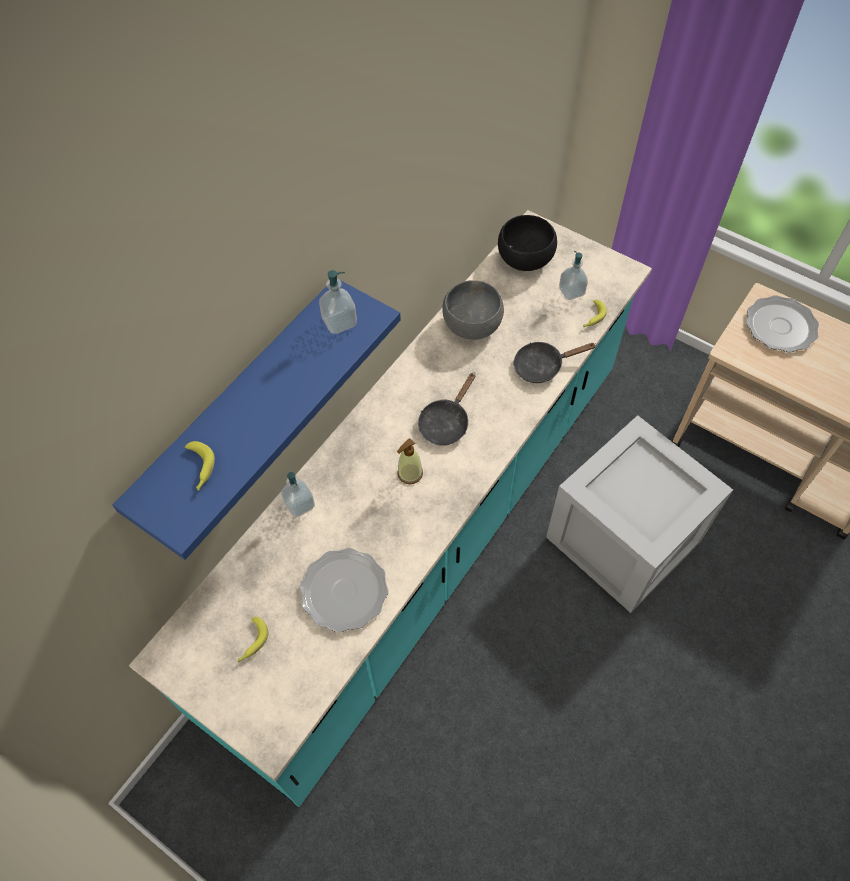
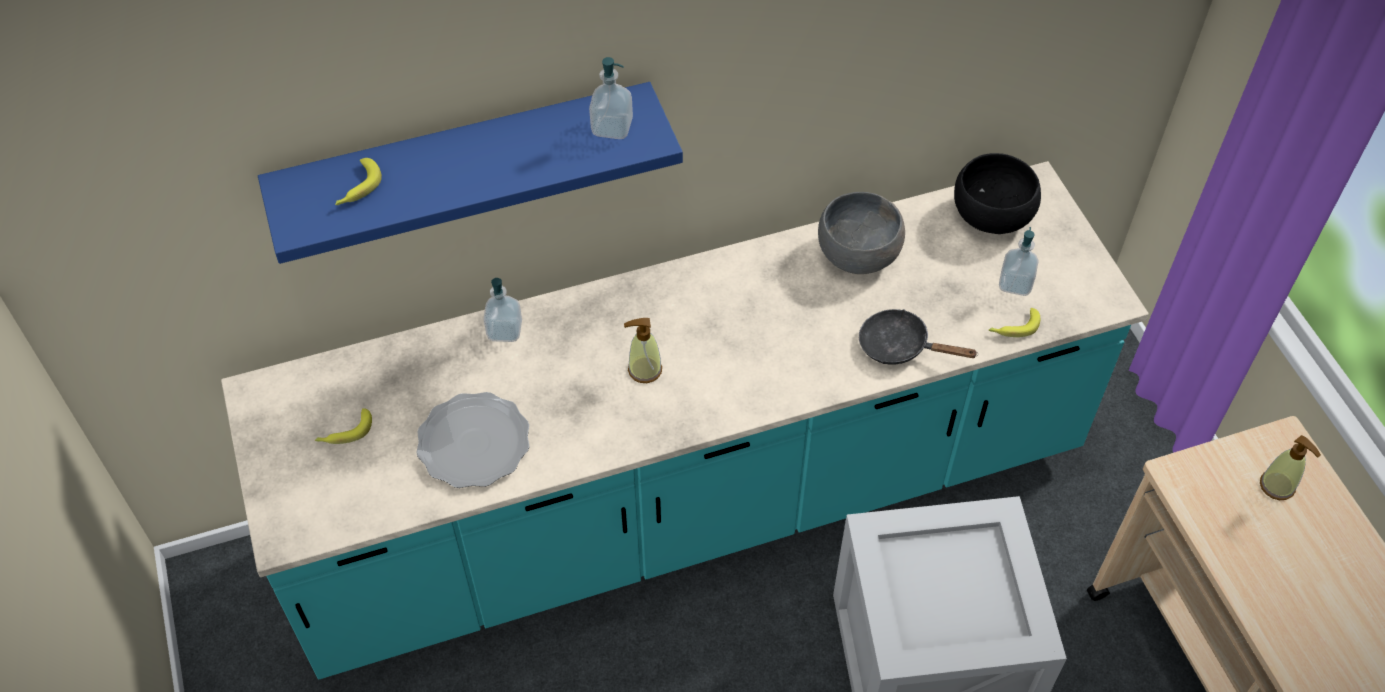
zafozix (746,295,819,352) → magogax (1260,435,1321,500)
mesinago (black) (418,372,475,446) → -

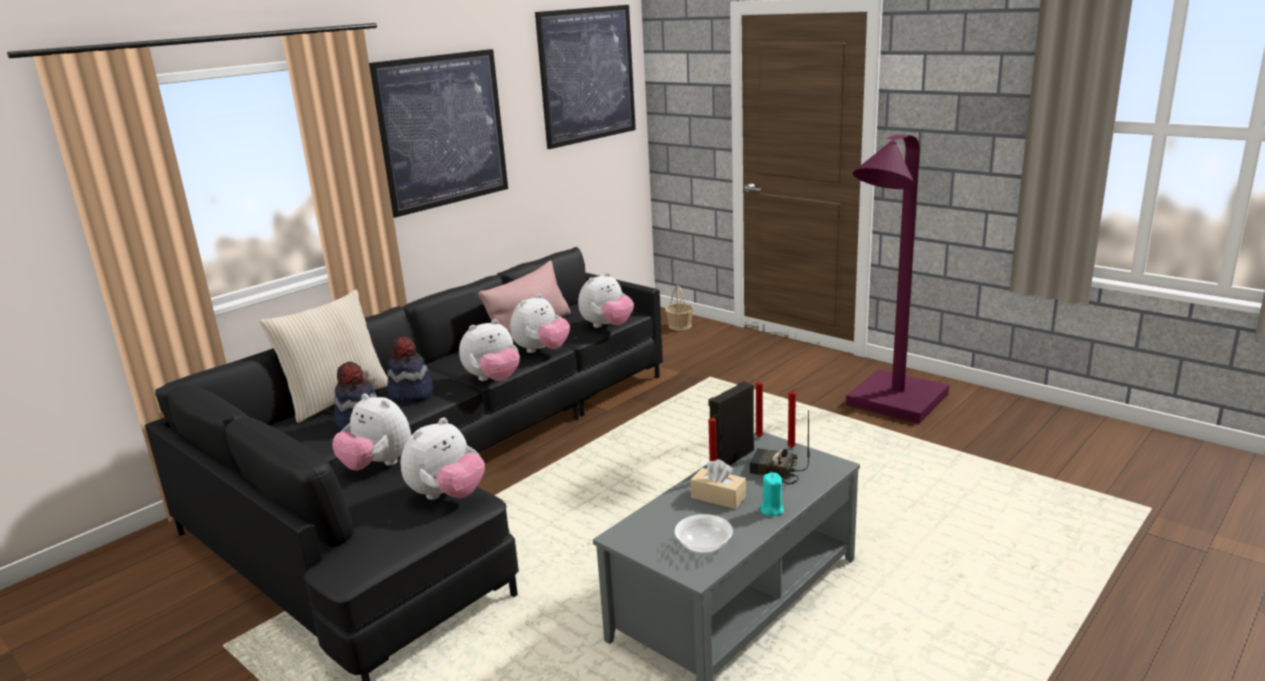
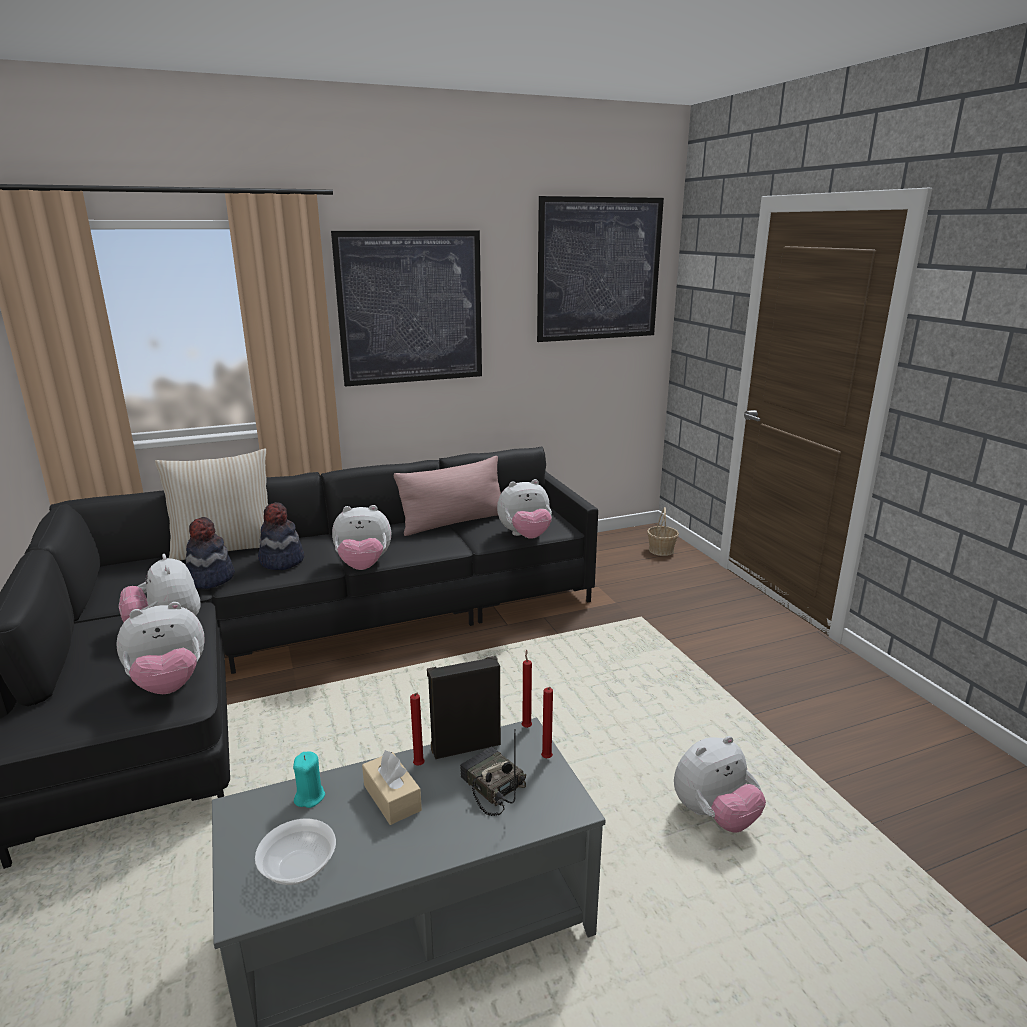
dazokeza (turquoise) (760,472,784,516) → dazokeza (turquoise) (293,752,325,808), shifted
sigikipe (510,294,570,353) → sigikipe (674,736,766,832), shifted
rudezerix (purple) (846,135,949,424) → -

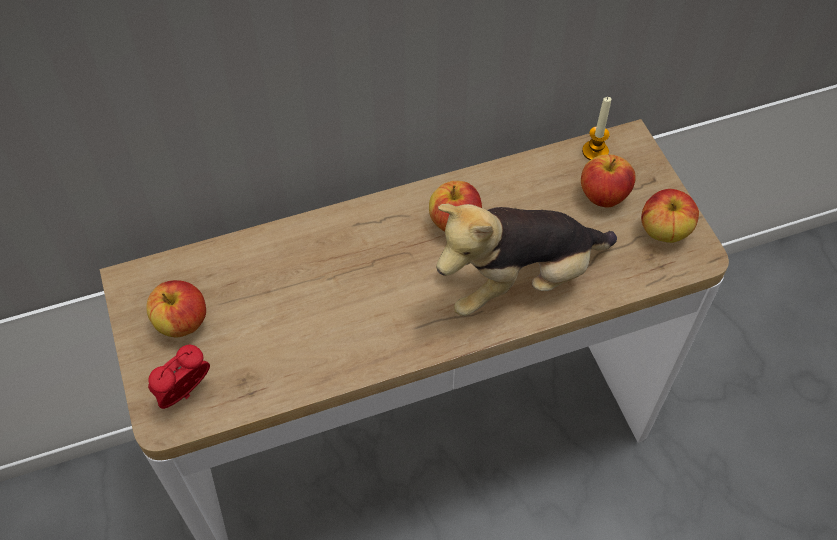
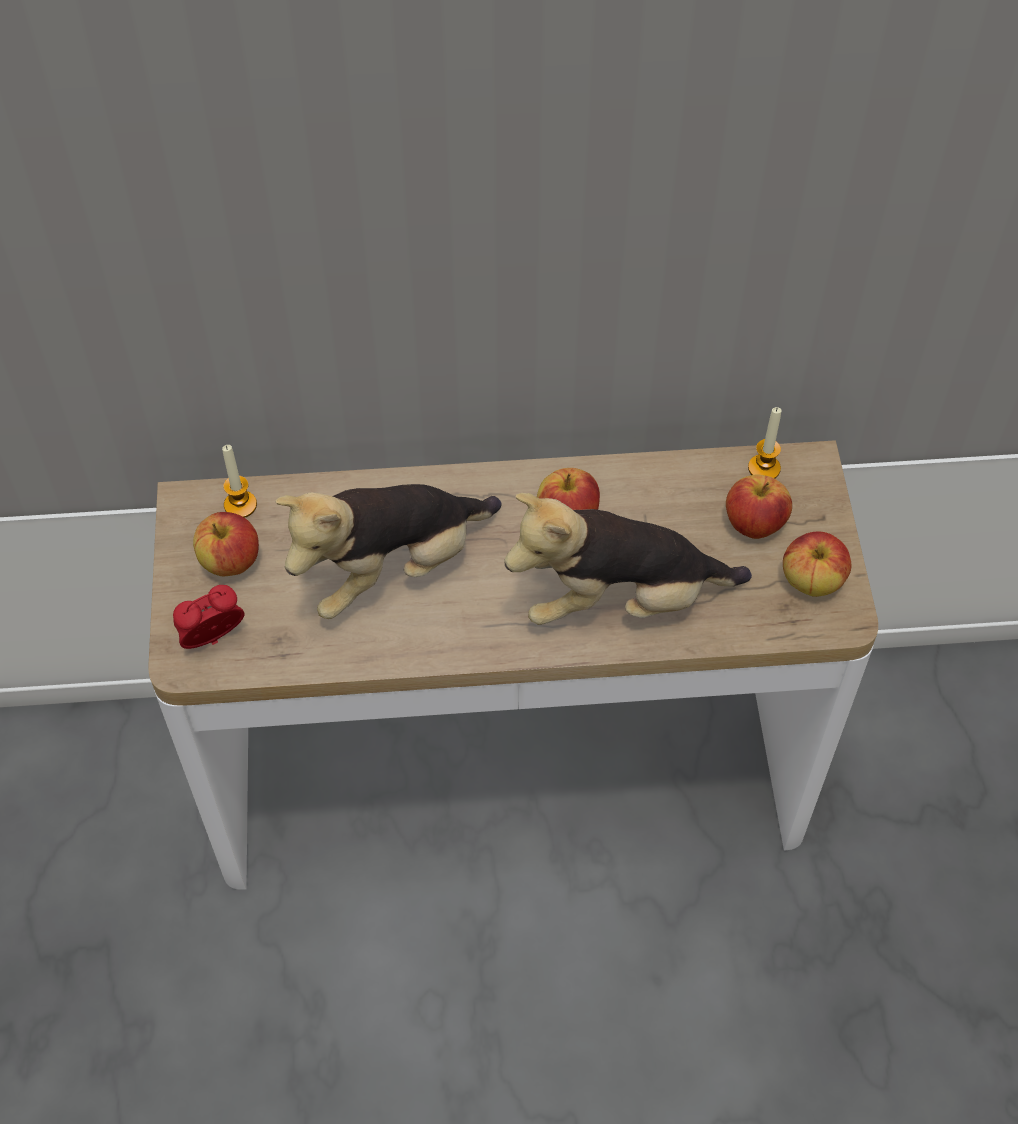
- → dazokeza (222,445,257,518)
- → sigikipe (275,484,501,619)

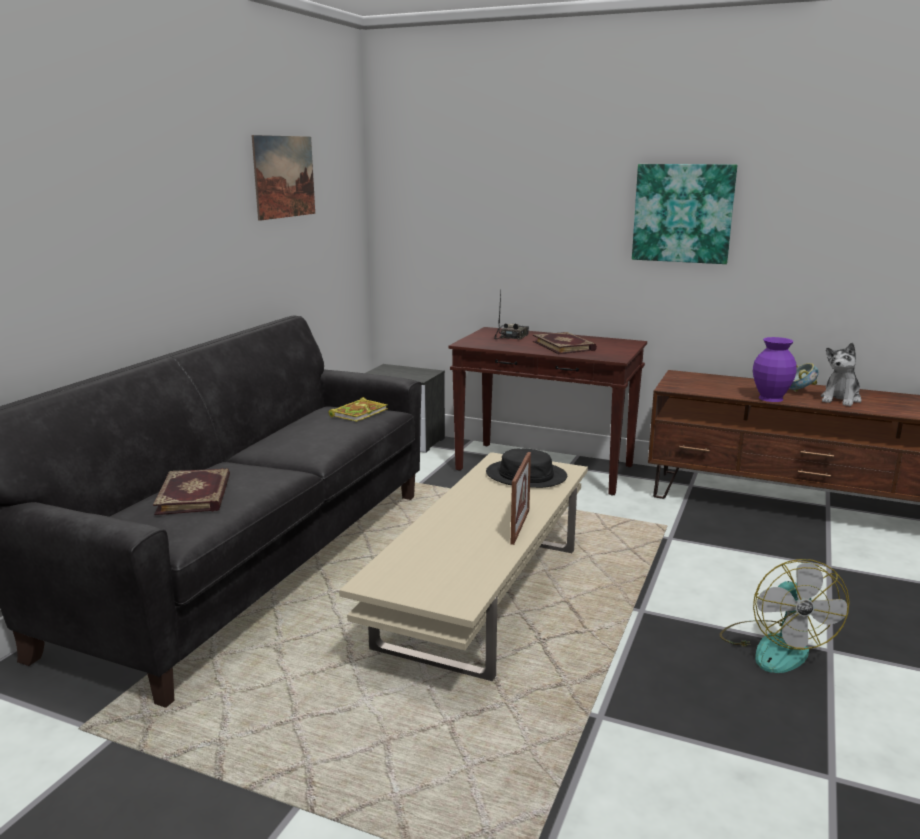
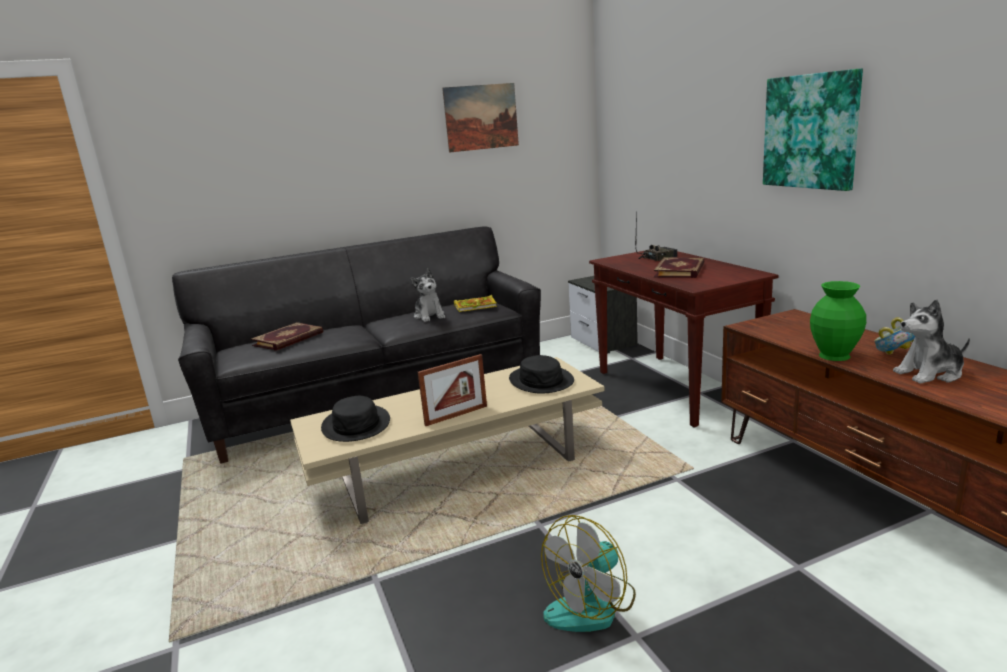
- → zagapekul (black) (321,396,390,442)
- → sigikipe (410,268,445,322)
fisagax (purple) (753,337,797,402) → fisagax (green) (810,281,866,361)

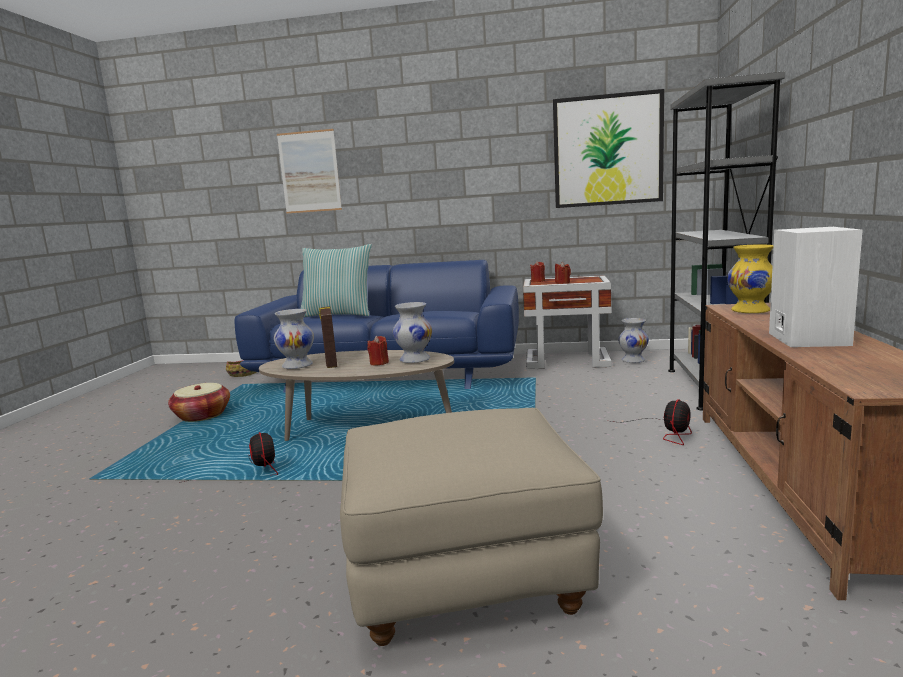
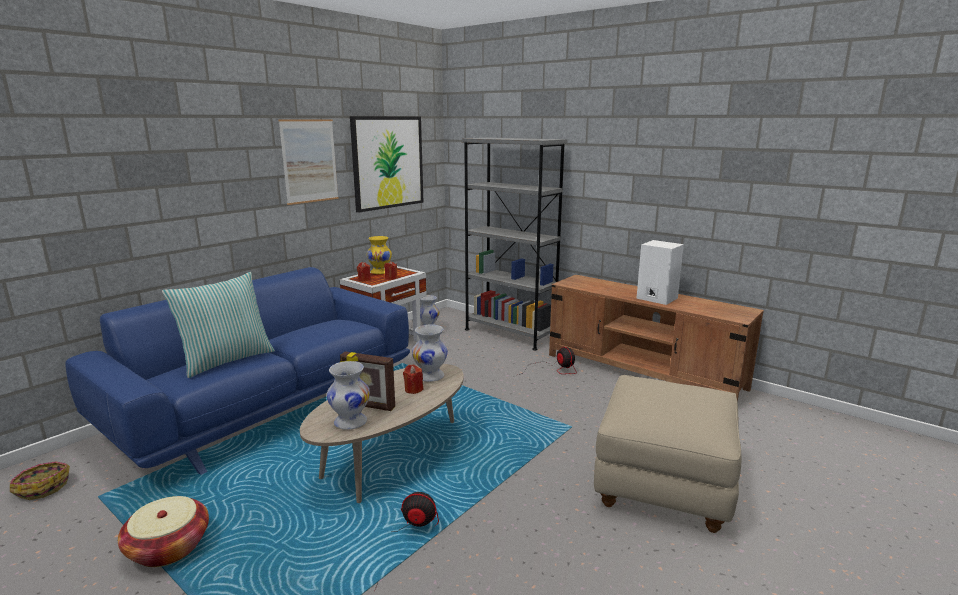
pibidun (277,129,342,214) → pibidun (278,119,338,205), shifted
fisagax (yellow) (727,245,774,313) → fisagax (yellow) (367,236,392,274), shifted

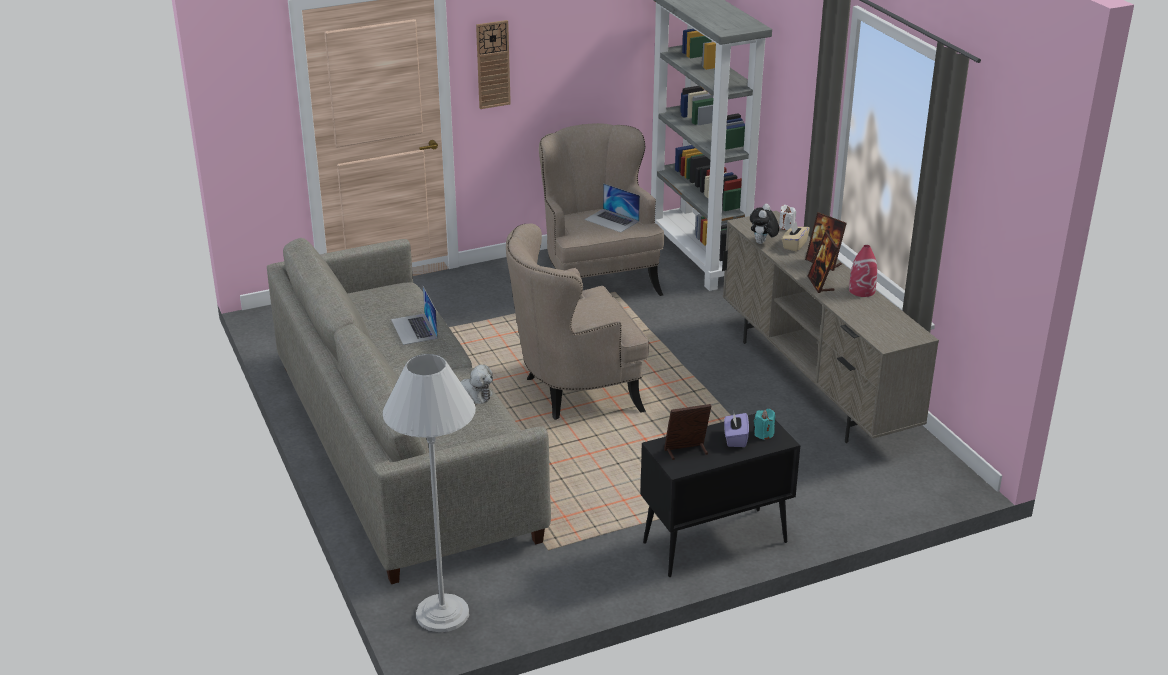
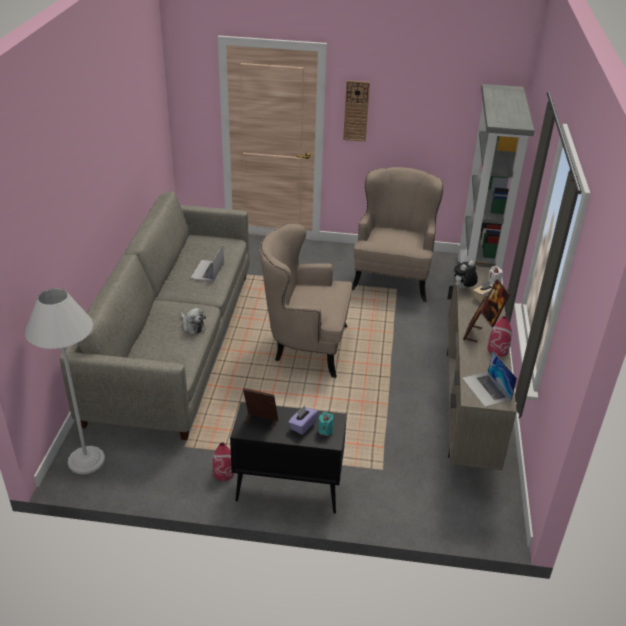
- → fisagax (red) (213,443,234,481)
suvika (584,183,640,233) → suvika (462,350,517,407), shifted

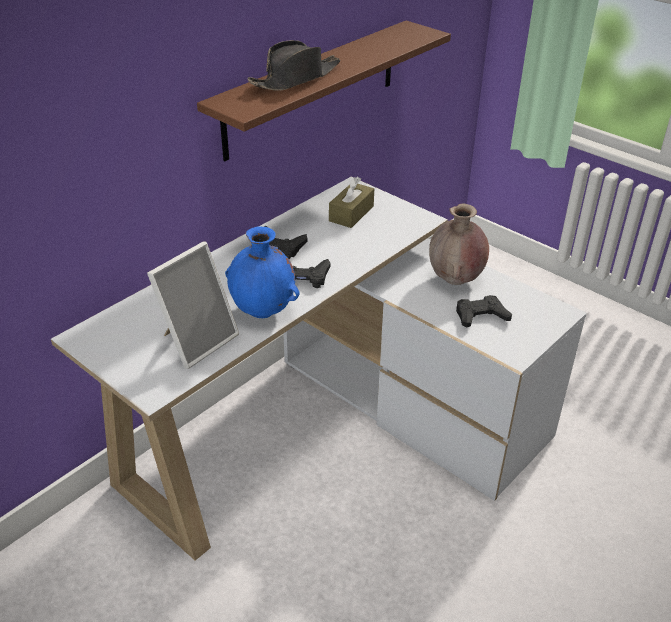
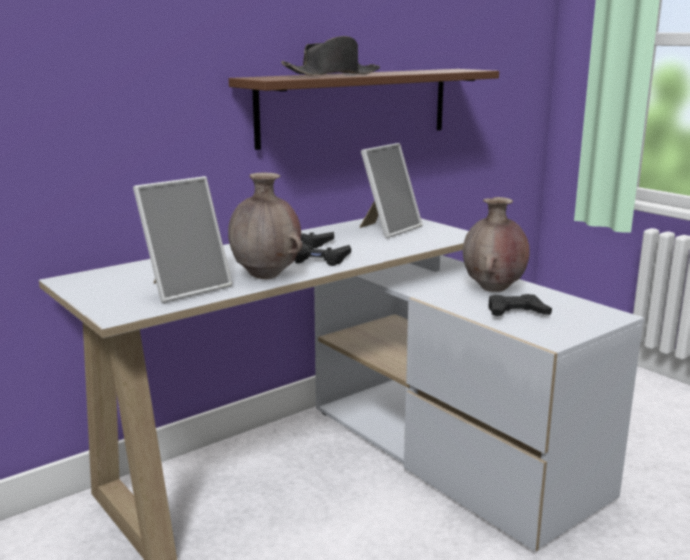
fisagax (blue) (225,226,300,318) → fisagax (brown) (228,173,302,279)
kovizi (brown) (329,177,374,228) → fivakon (359,143,422,238)

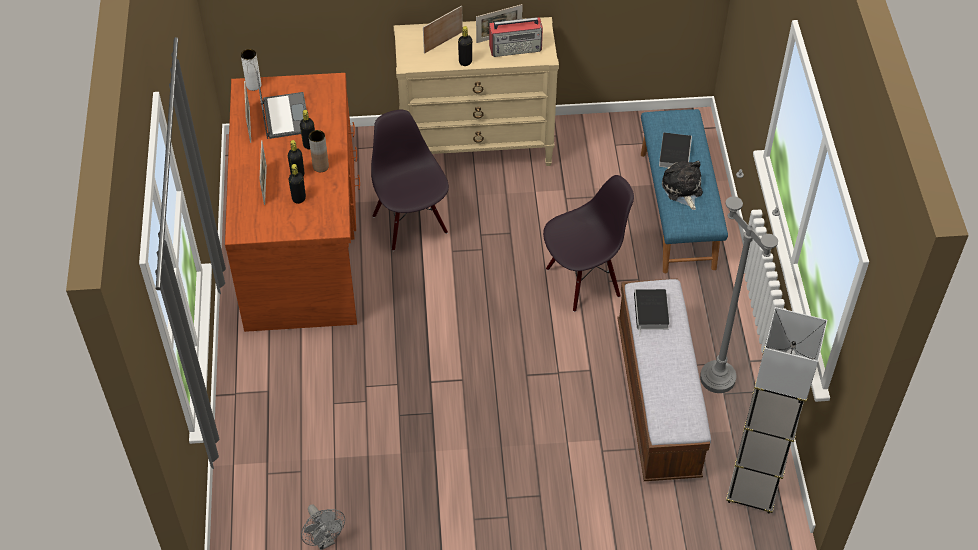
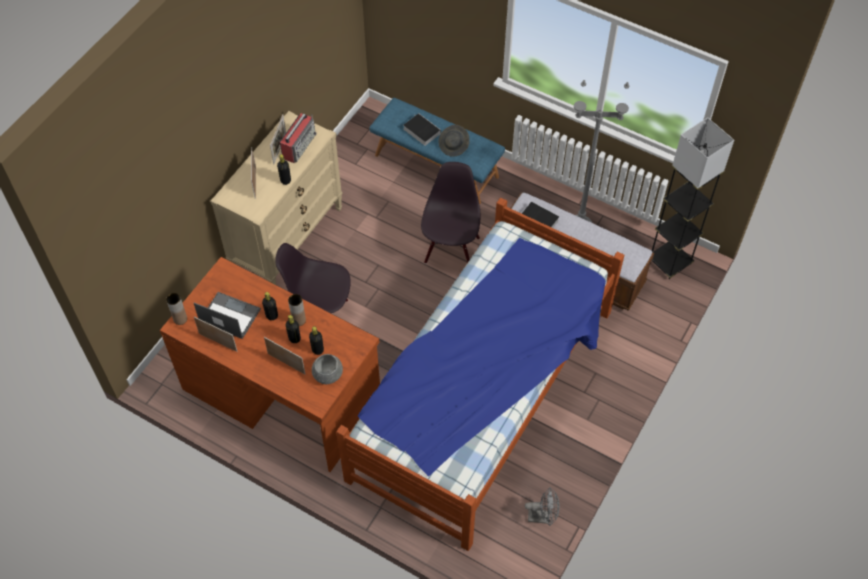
fisagax (white) (241,49,261,91) → fisagax (brown) (166,293,187,325)
- → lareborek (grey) (312,354,343,384)
- → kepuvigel (336,198,625,551)
sigikipe (662,161,703,210) → zagapekul (grey) (438,125,470,157)

